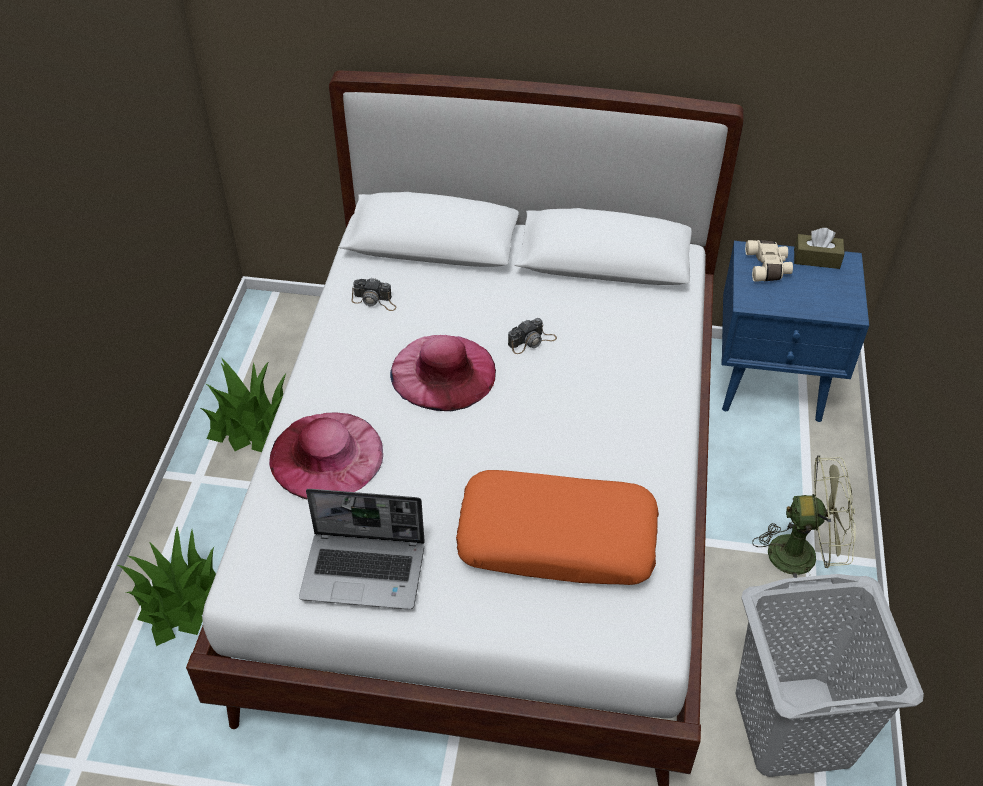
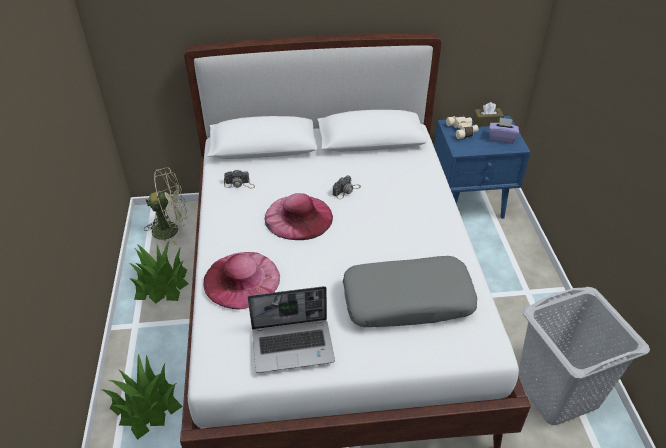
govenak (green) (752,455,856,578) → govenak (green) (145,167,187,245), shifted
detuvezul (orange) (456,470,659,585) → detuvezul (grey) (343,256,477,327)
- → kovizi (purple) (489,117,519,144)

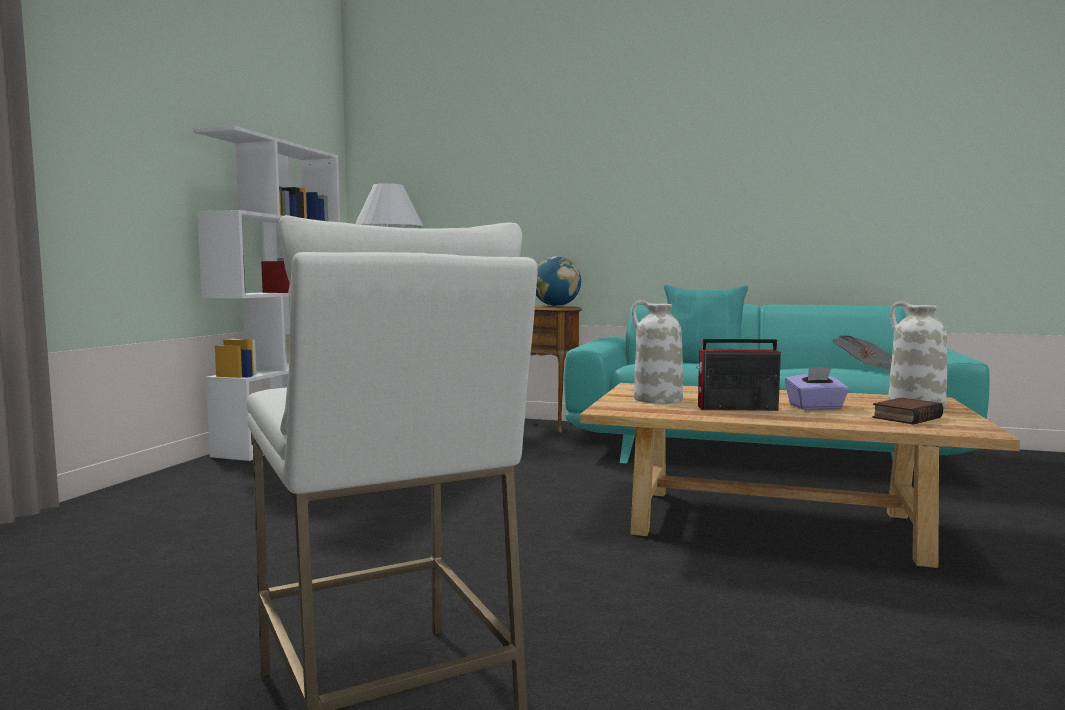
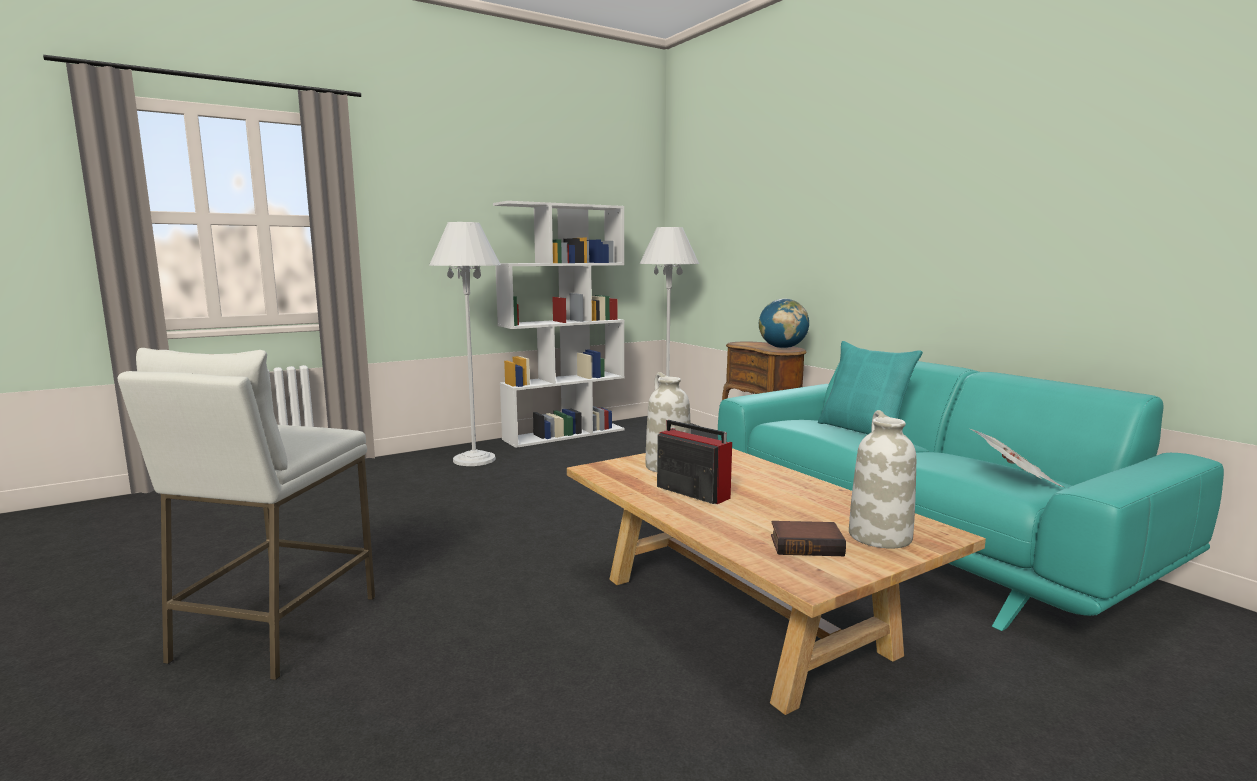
- → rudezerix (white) (429,222,501,466)
kovizi (purple) (785,367,849,410) → -

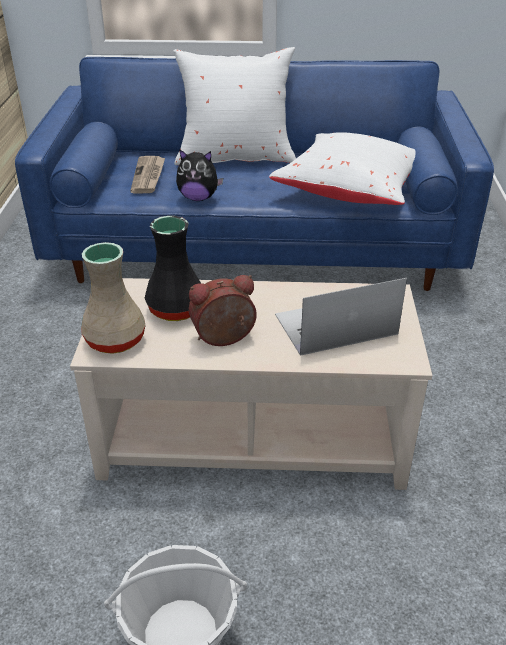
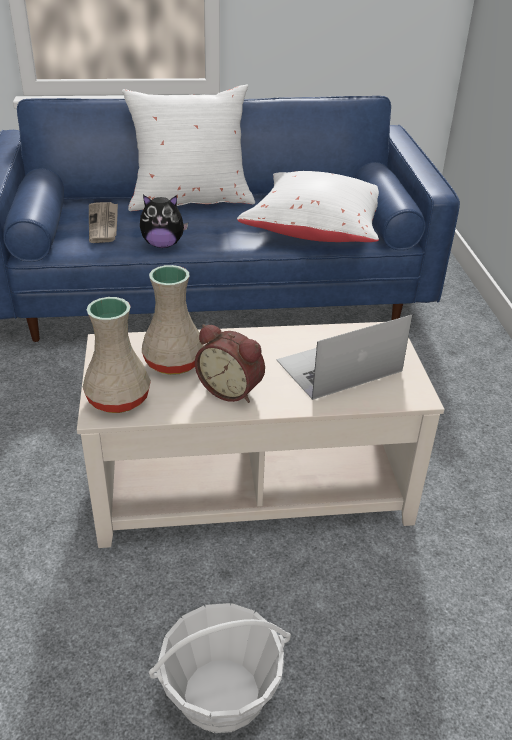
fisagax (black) (145,216,201,321) → fisagax (beige) (142,265,204,375)
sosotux (189,275,257,346) → sosotux (195,324,265,403), 120 degrees counterclockwise

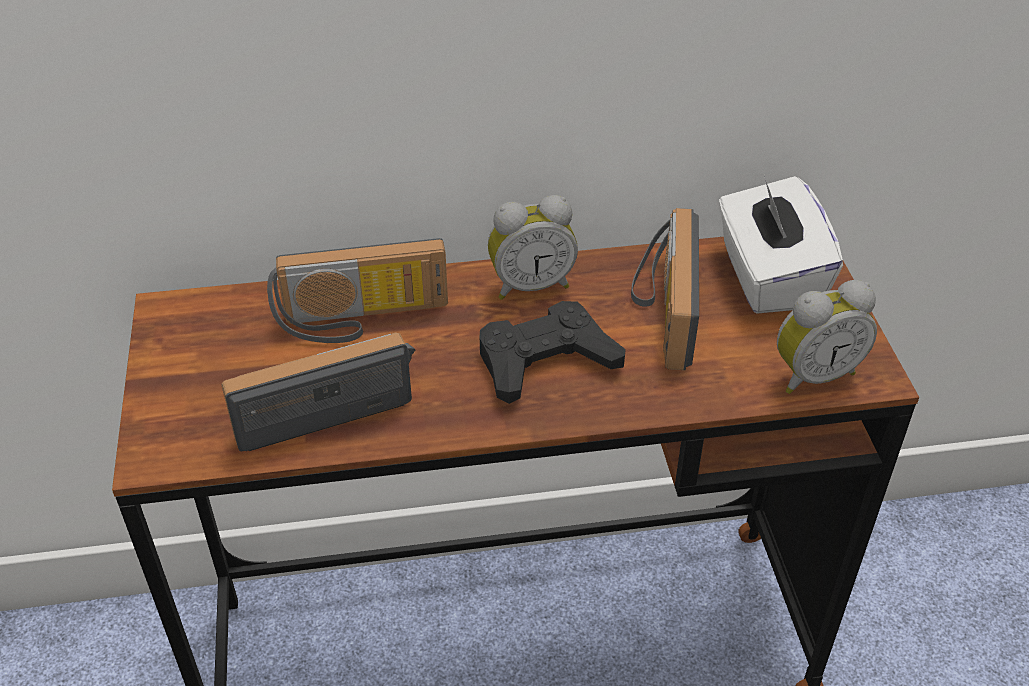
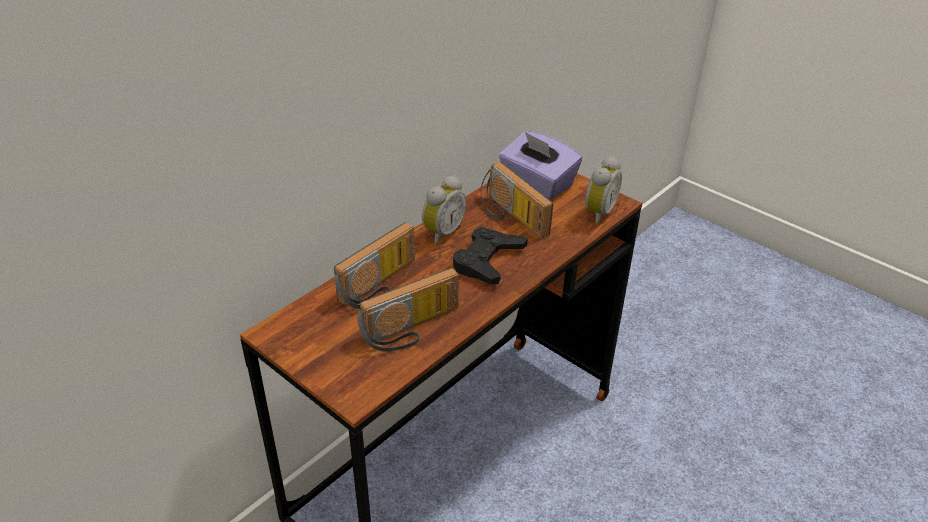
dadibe (222,332,415,452) → dadibe (357,268,459,351), 150 degrees counterclockwise
kovizi (white) (718,175,843,314) → kovizi (purple) (499,131,582,200)

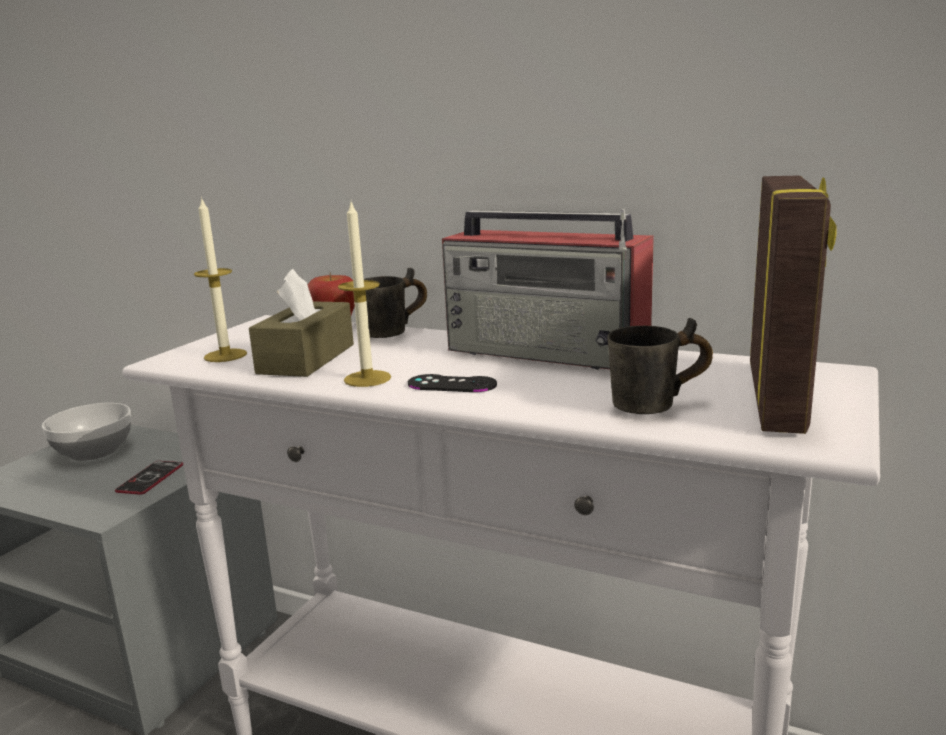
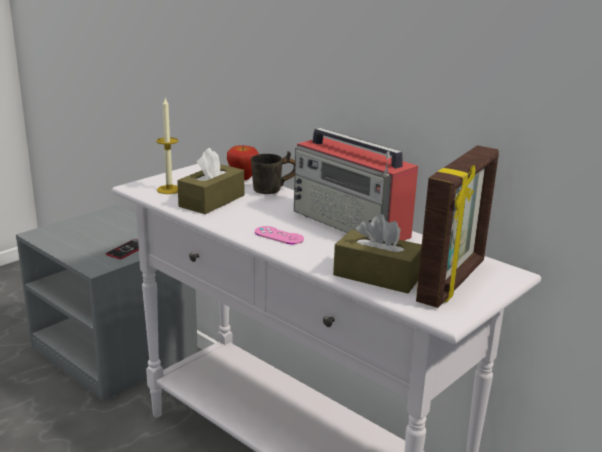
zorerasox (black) (408,374,497,392) → zorerasox (pink) (255,226,304,244)
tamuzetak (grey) (607,318,713,414) → kovizi (brown) (333,214,422,293)
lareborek (42,403,131,461) → -
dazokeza (338,202,391,387) → -

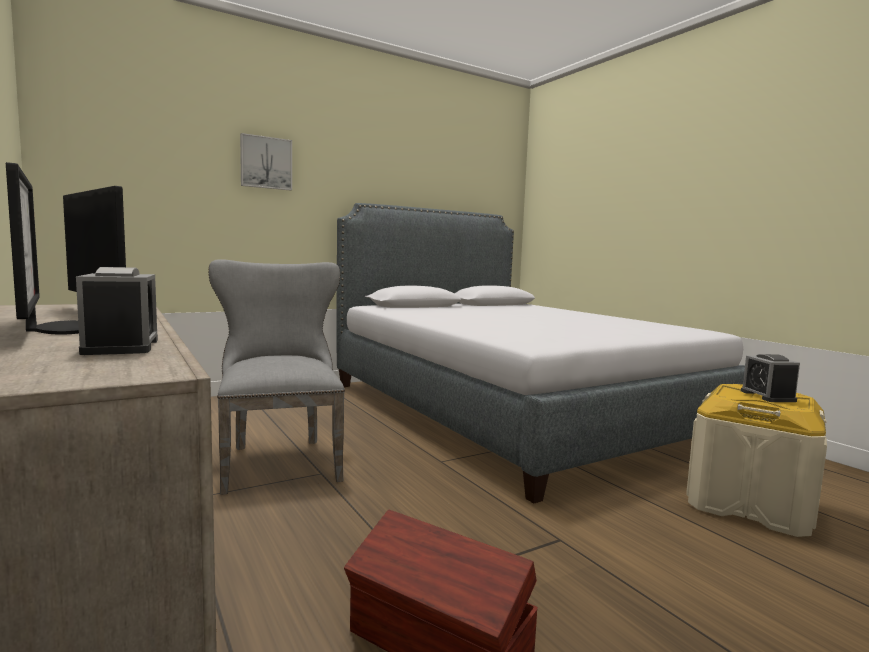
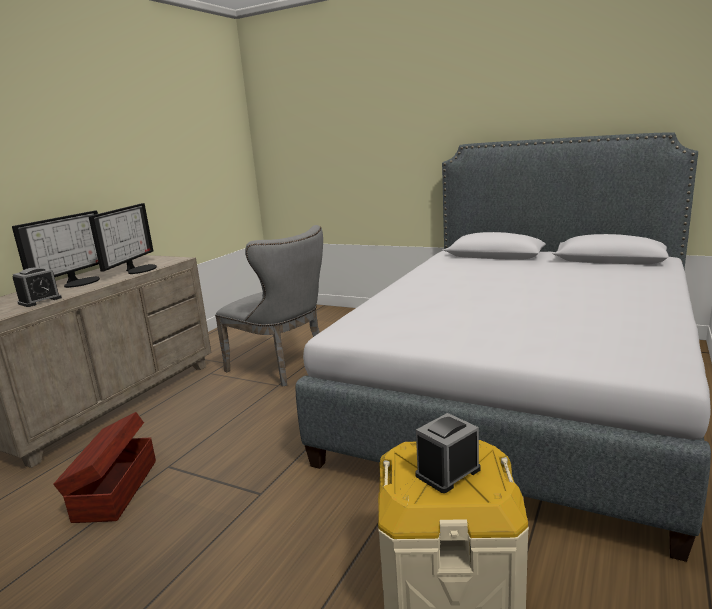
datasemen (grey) (208,259,345,495) → datasemen (grey) (215,225,323,387), 90 degrees clockwise
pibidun (240,133,292,191) → -

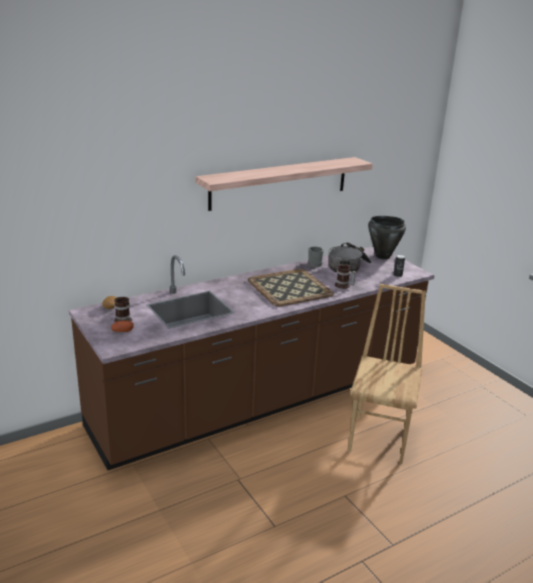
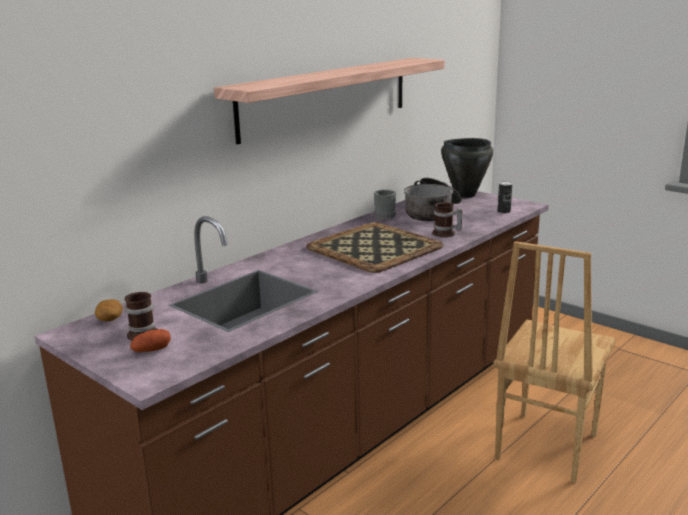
datasemen (brown) (348,284,426,464) → datasemen (brown) (493,241,616,483), 150 degrees counterclockwise

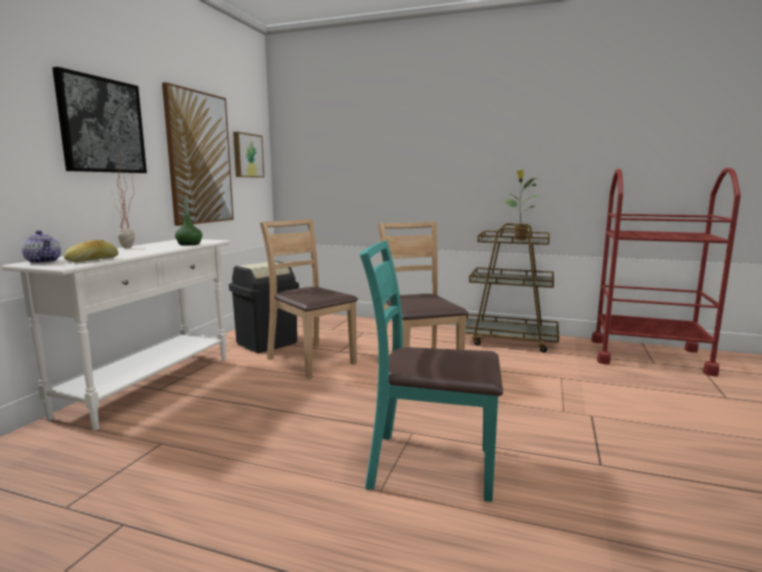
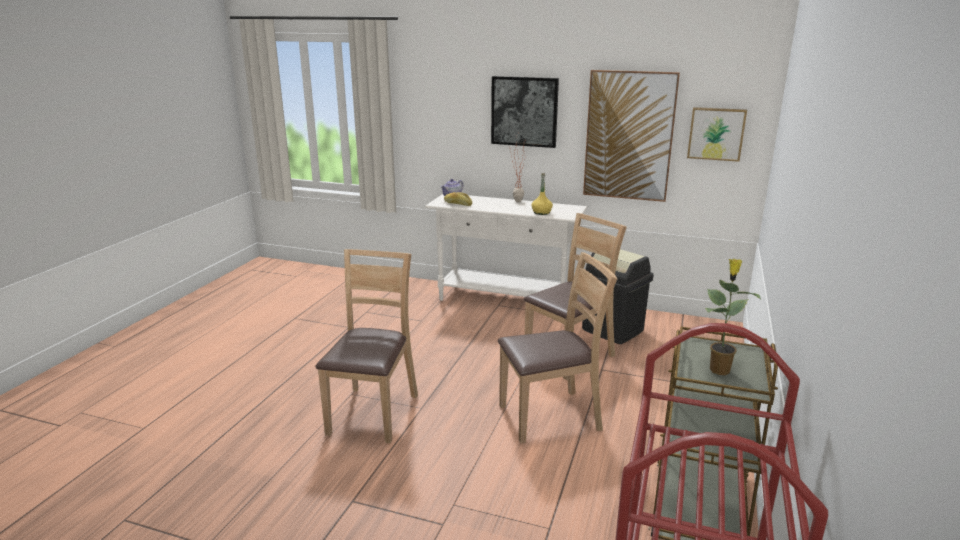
datasemen (turquoise) (360,240,503,502) → datasemen (brown) (315,249,418,443)
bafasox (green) (175,195,202,246) → bafasox (yellow) (531,173,553,215)

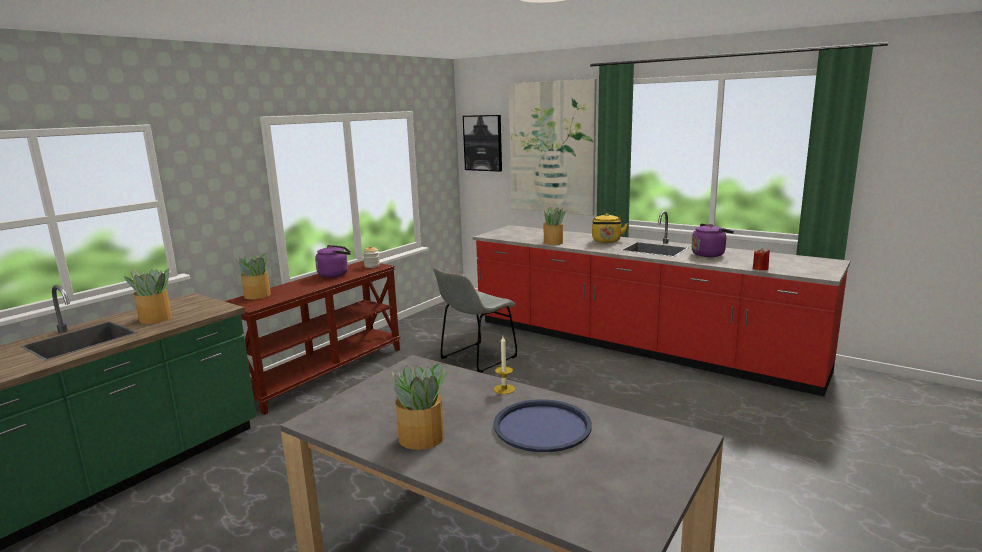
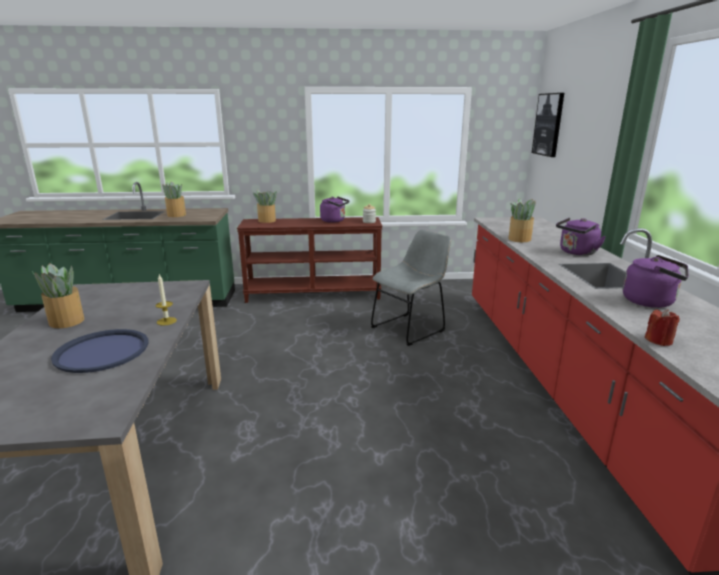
datasemen (grey) (433,268,518,373) → datasemen (grey) (371,230,451,346), 135 degrees clockwise
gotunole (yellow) (592,213,628,243) → gotunole (purple) (556,218,606,256)
pibidun (508,79,597,216) → -

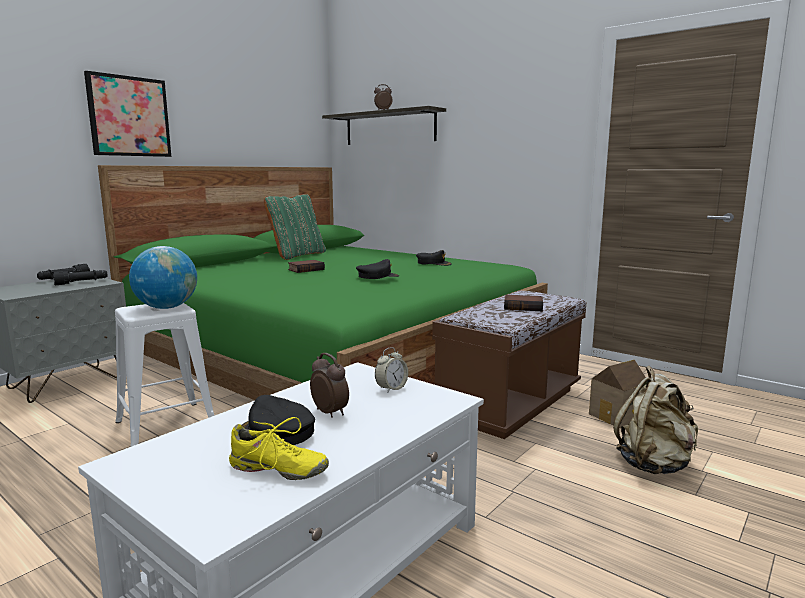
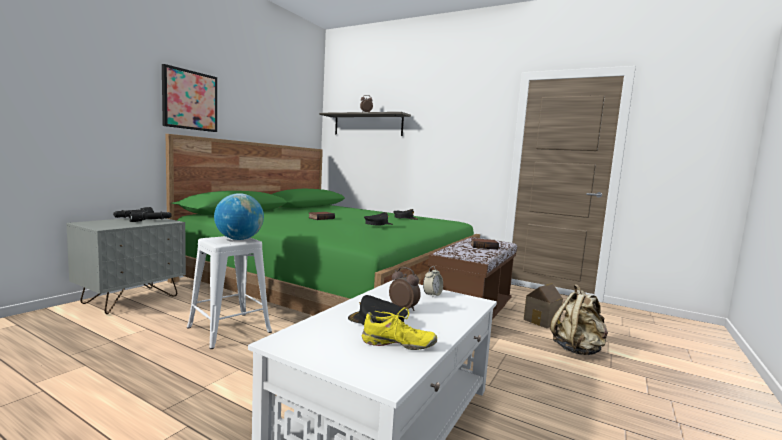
detuvezul (green) (264,194,326,260) → -

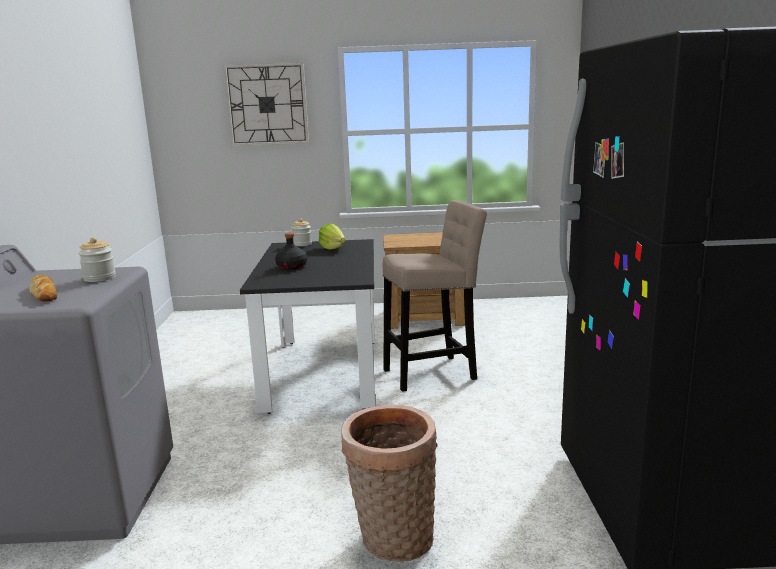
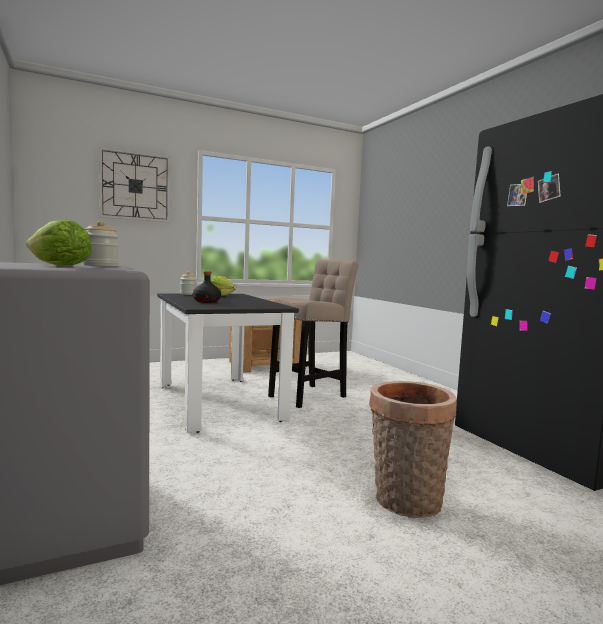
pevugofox (29,275,57,302) → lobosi (26,220,92,266)

